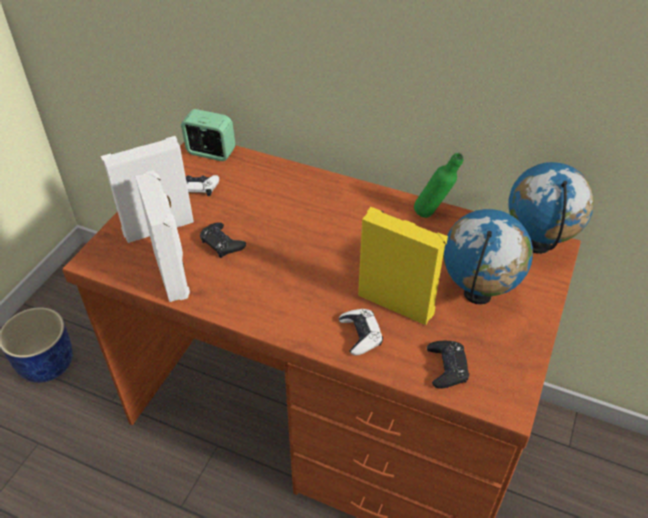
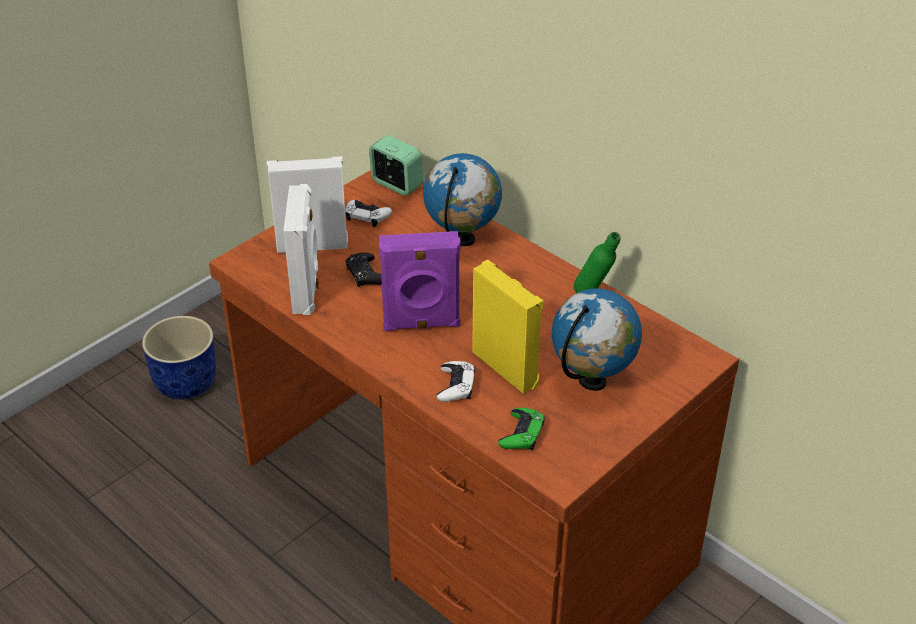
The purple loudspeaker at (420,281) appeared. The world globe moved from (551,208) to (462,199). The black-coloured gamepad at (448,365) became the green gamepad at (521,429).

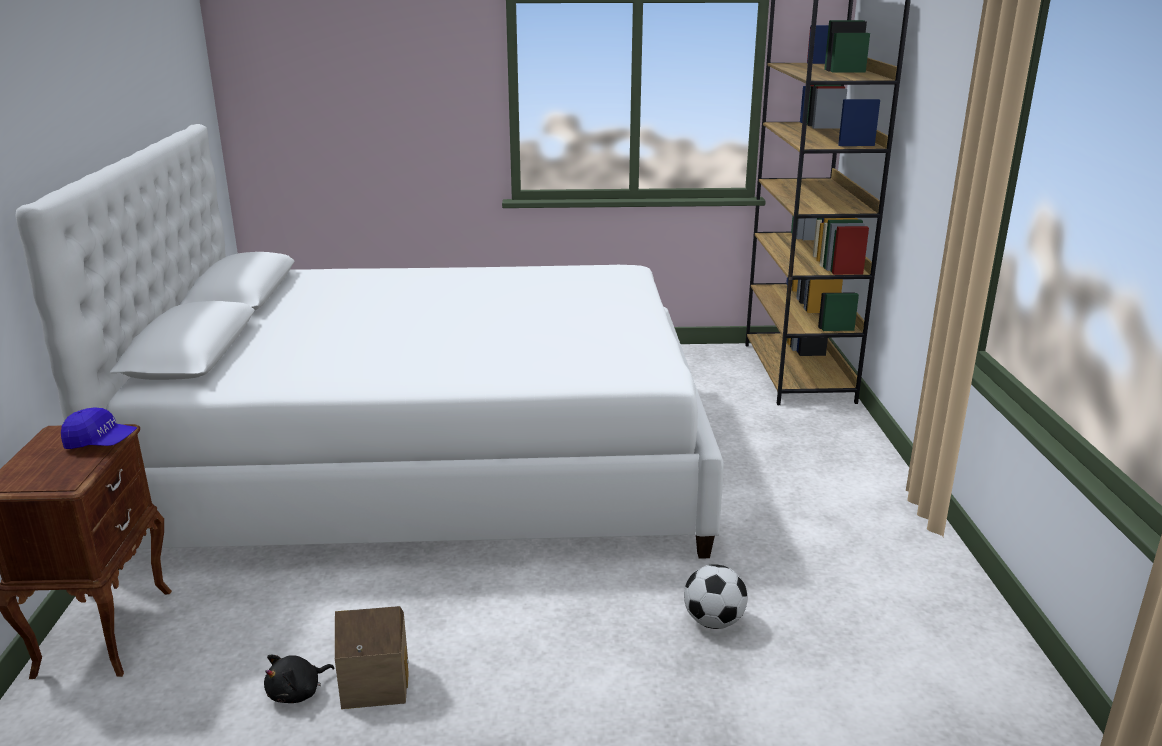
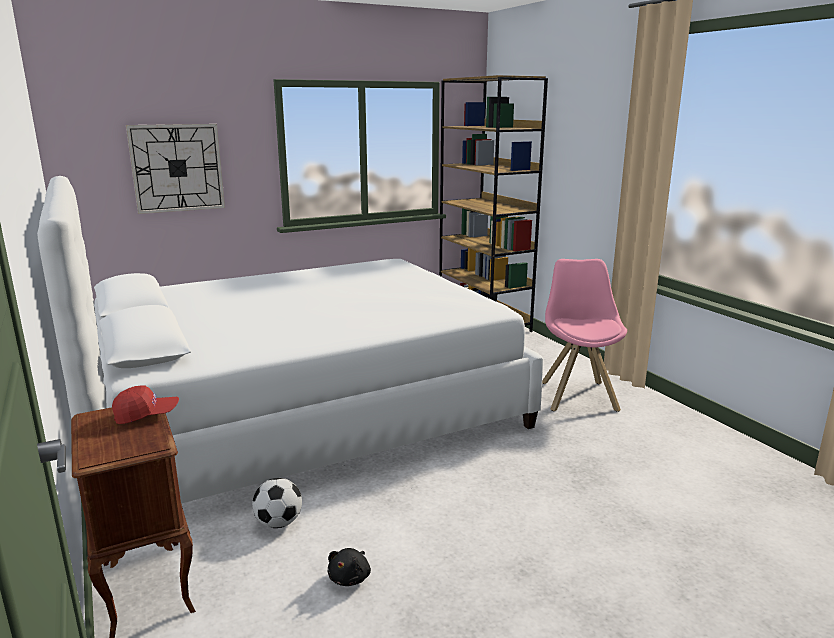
The bluish peaked cap at (99,428) became the reddish peaked cap at (145,404). The wall clock at (175,169) appeared. The football ball moved from (716,596) to (277,503). The pink upright chair at (584,335) appeared. The toy house at (372,657) disappeared.

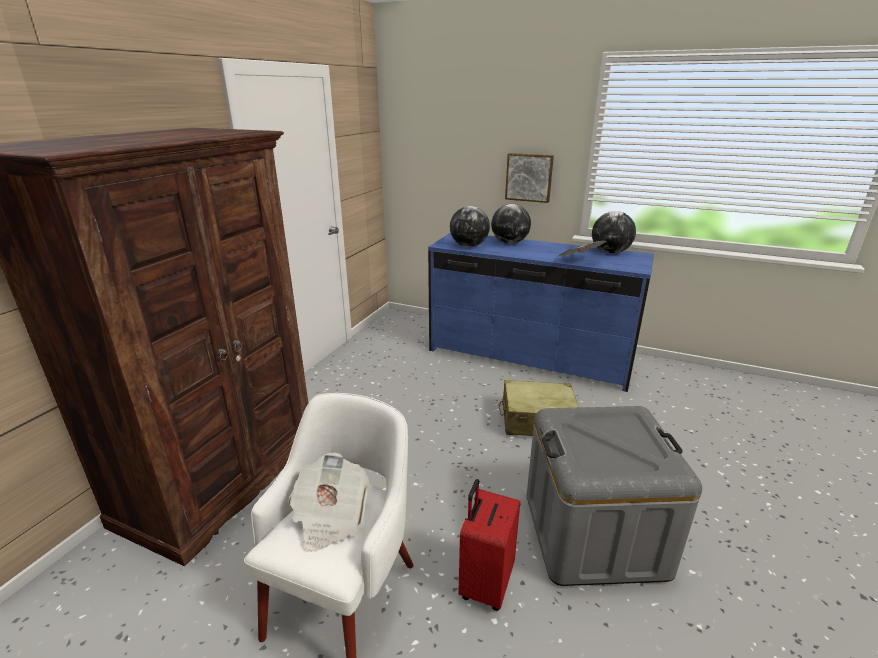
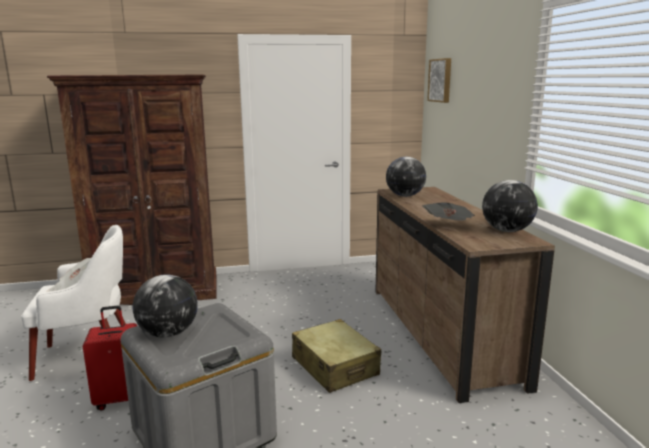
The world globe moved from (511,224) to (165,305). The bluish dresser at (541,312) became the brown-coloured dresser at (465,295). The picture moved from (529,178) to (439,80).

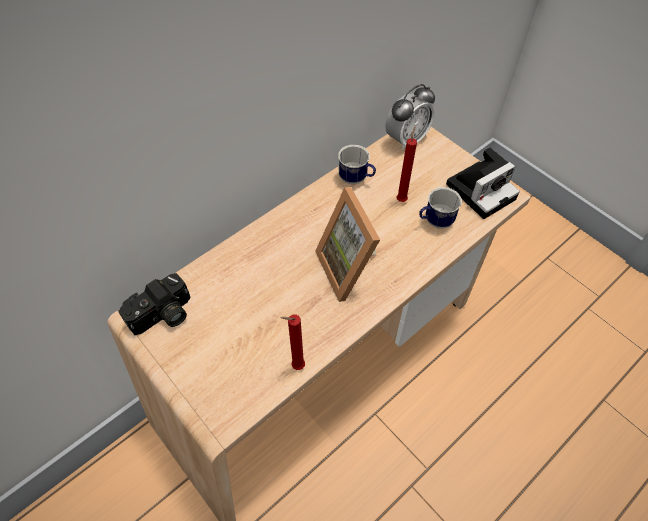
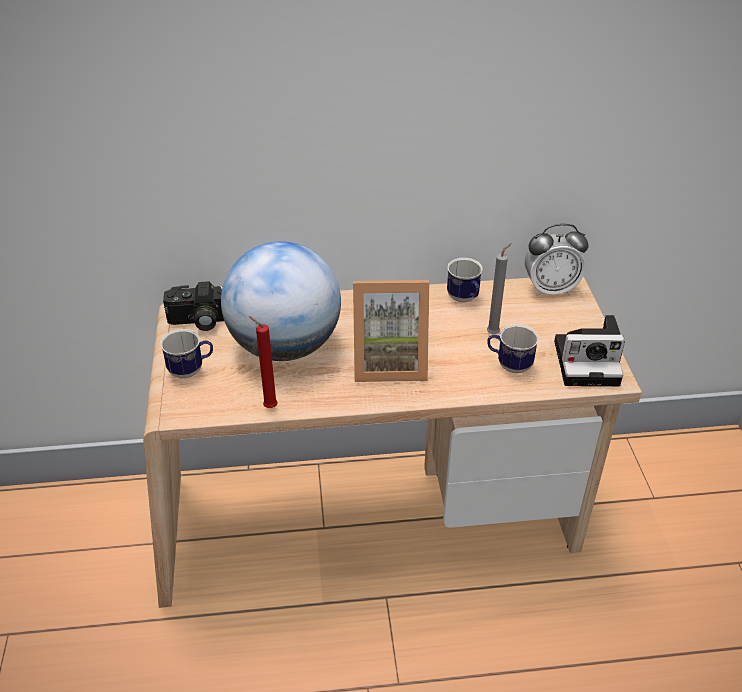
The tea mug at (186,353) appeared. The world globe at (281,301) appeared. The picture frame at (347,244) turned 105 degrees counterclockwise. The reddish candle at (407,164) became the grey candle at (499,288).

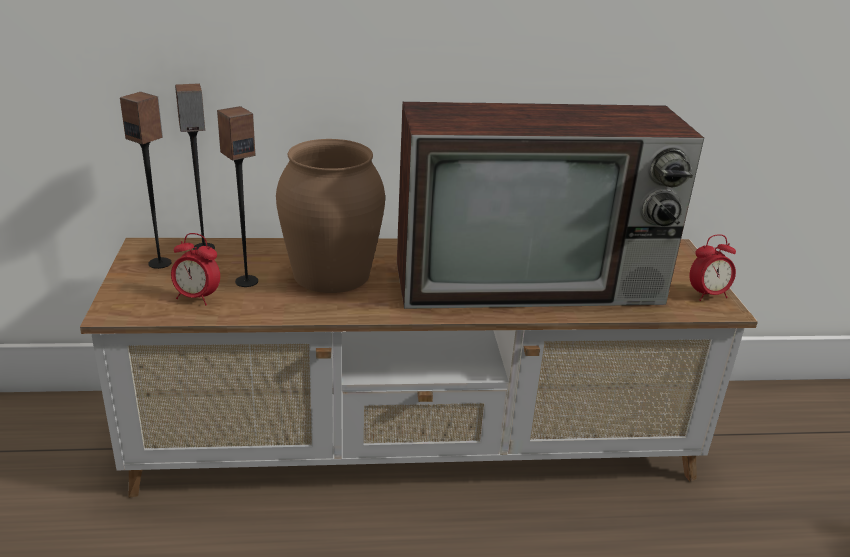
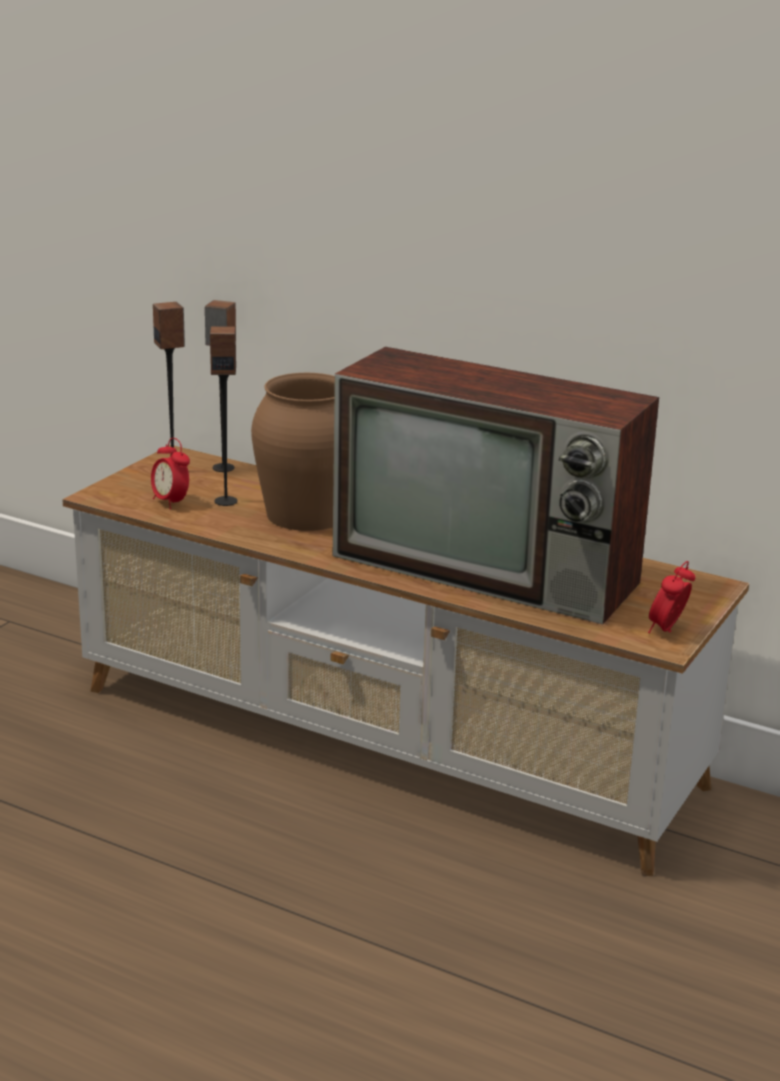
The bedside clock at (712,267) turned 105 degrees clockwise.

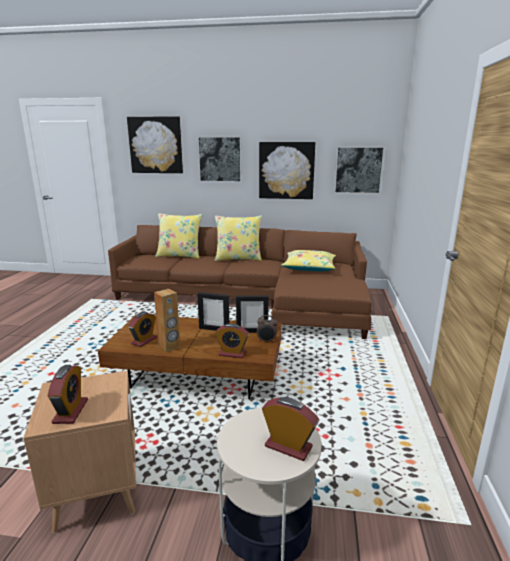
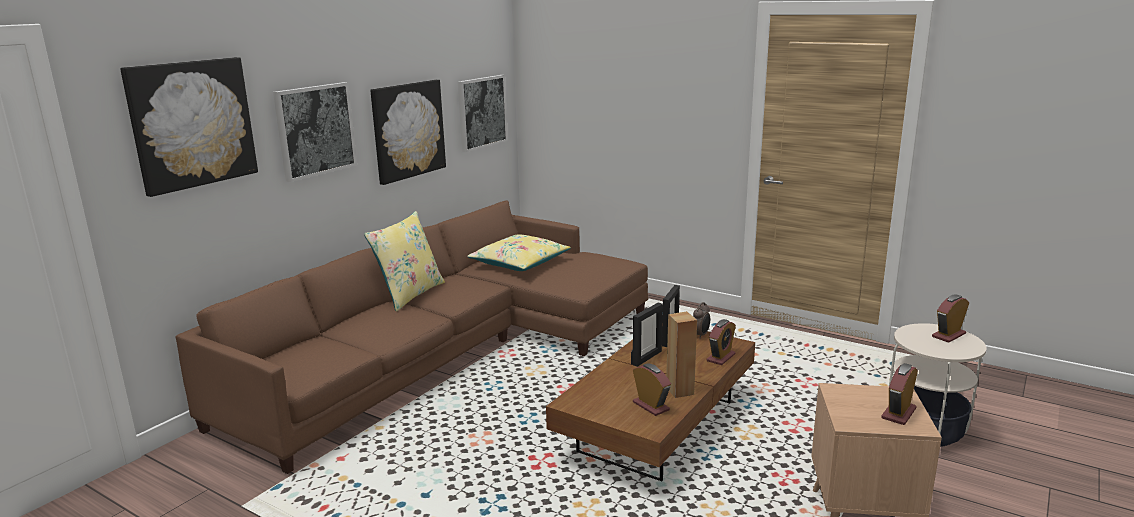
The bedside clock at (68,394) turned 75 degrees counterclockwise. The yellow cushion at (178,236) disappeared.

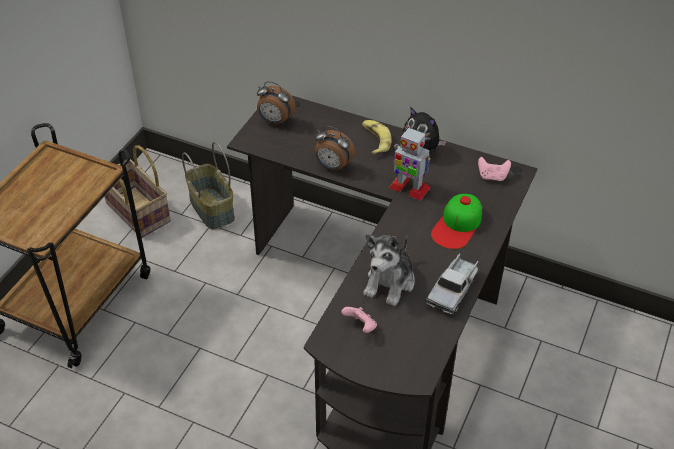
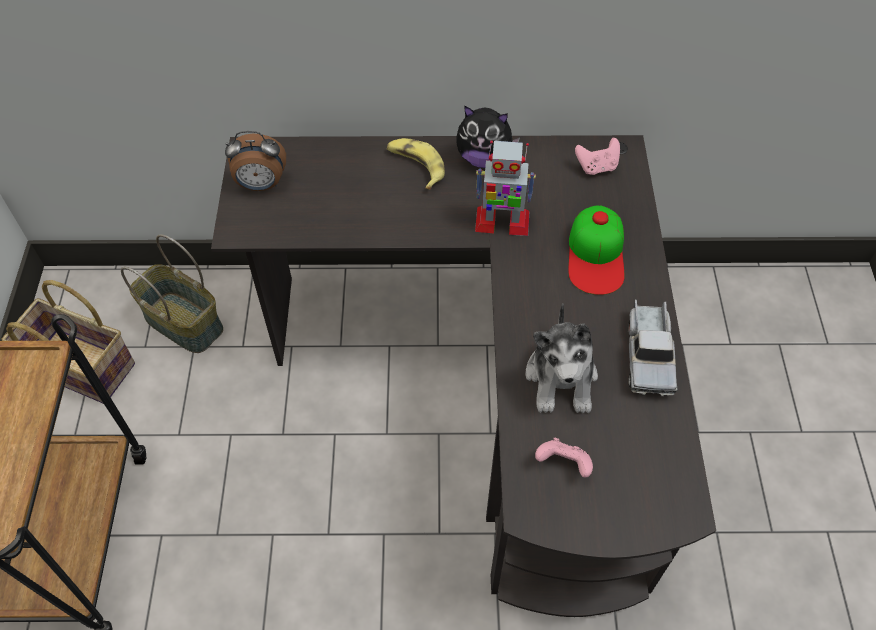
The bedside clock at (334,148) disappeared.

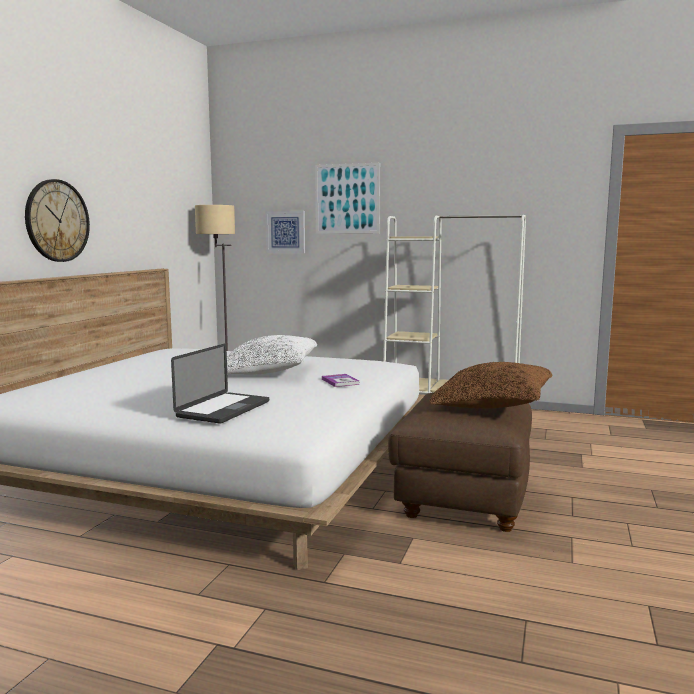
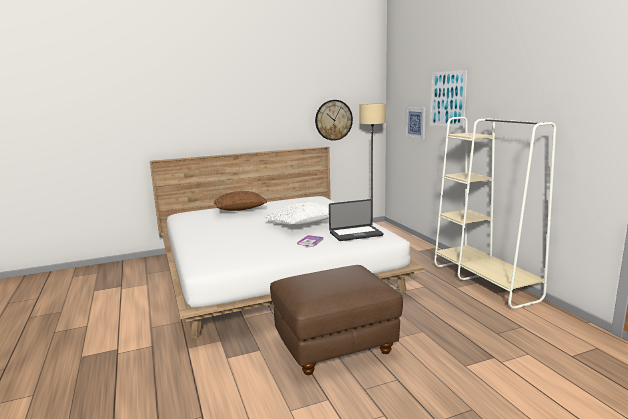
The brown-coloured cushion moved from (491,385) to (240,201). The wall clock moved from (57,220) to (334,120). The laptop moved from (220,384) to (356,220).

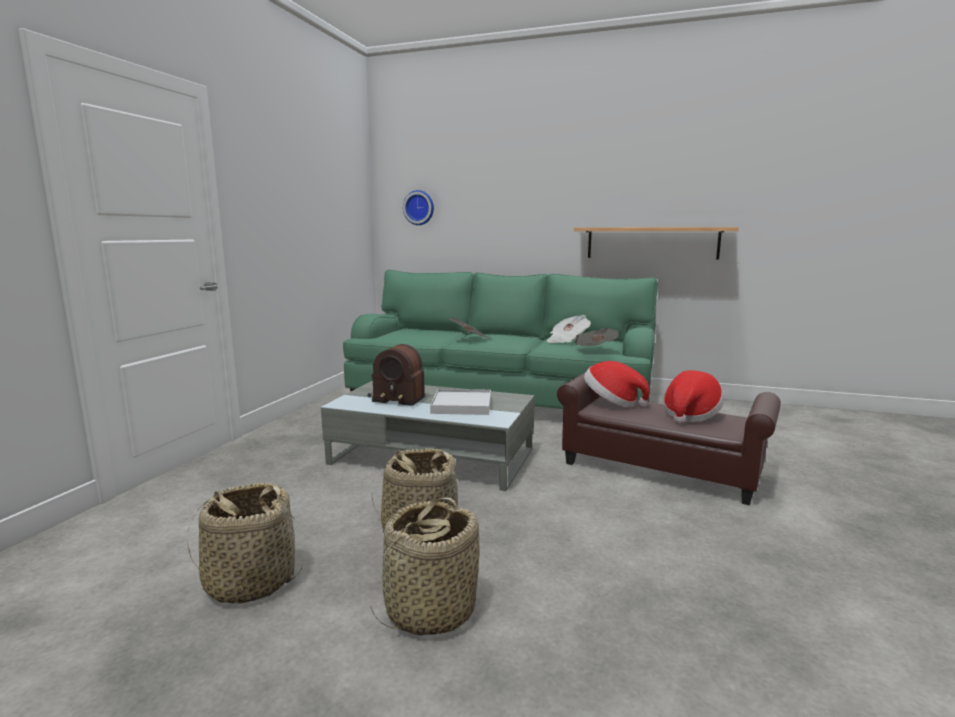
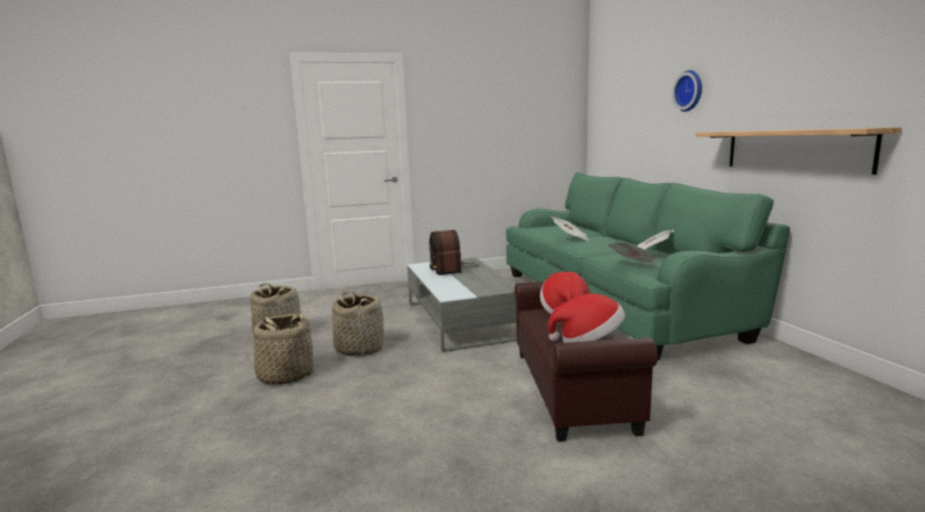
The wall clock moved from (418,207) to (687,91). The whitish tray at (460,402) disappeared.

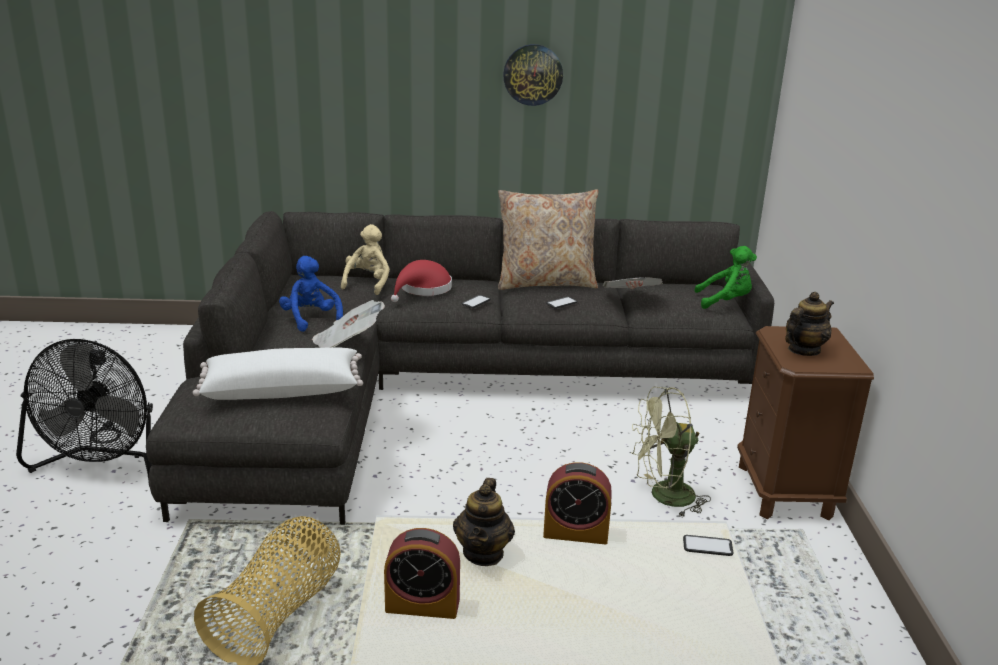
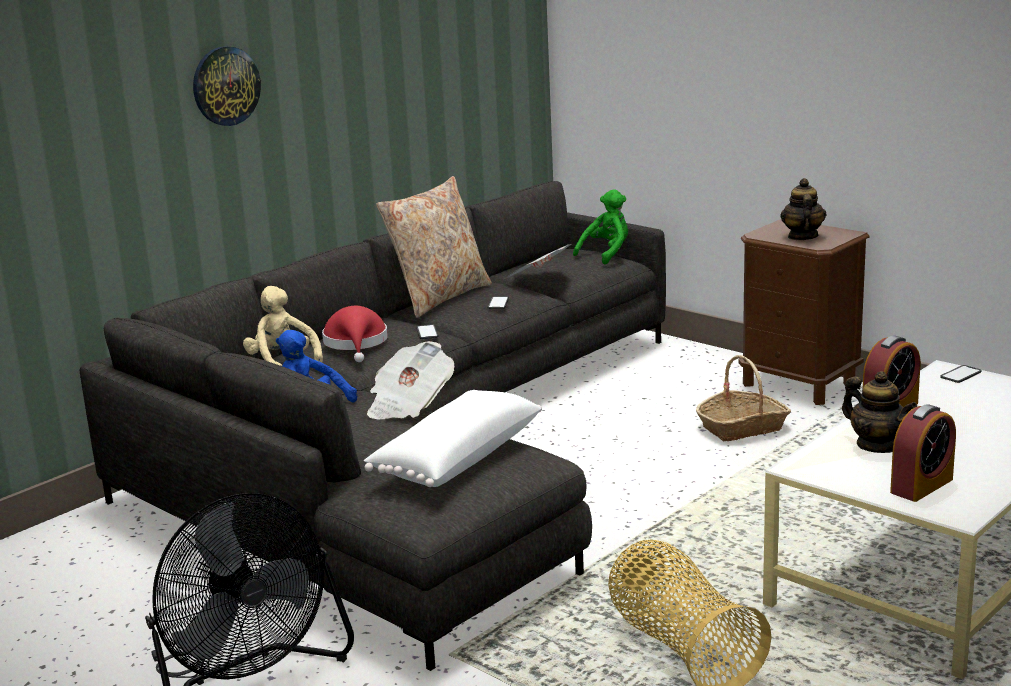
The wall clock moved from (533,75) to (227,86). The green cooling fan at (671,452) was replaced by the storage basket at (743,398).

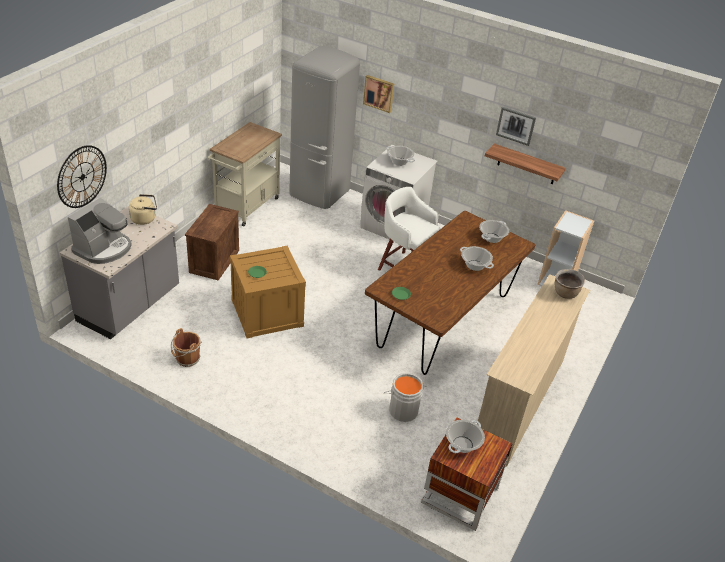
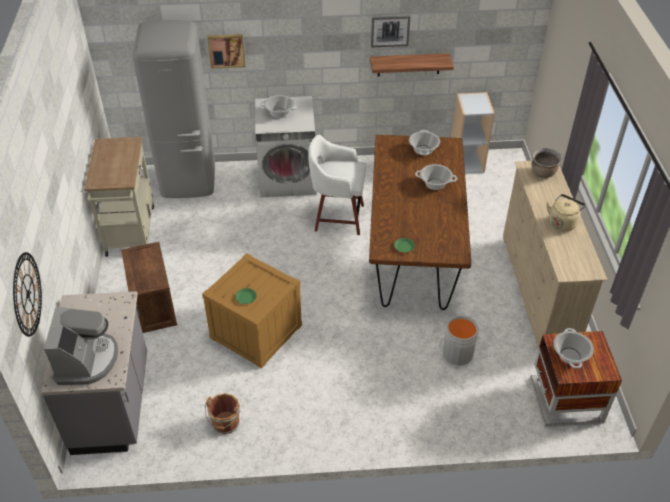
The sand-coloured water kettle moved from (143,209) to (566,212).

